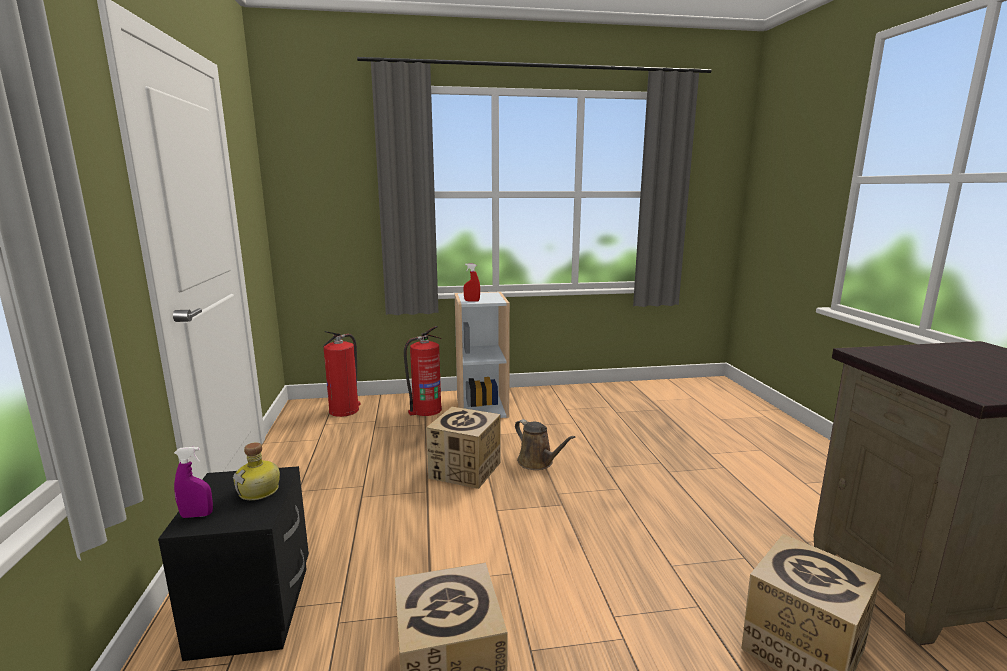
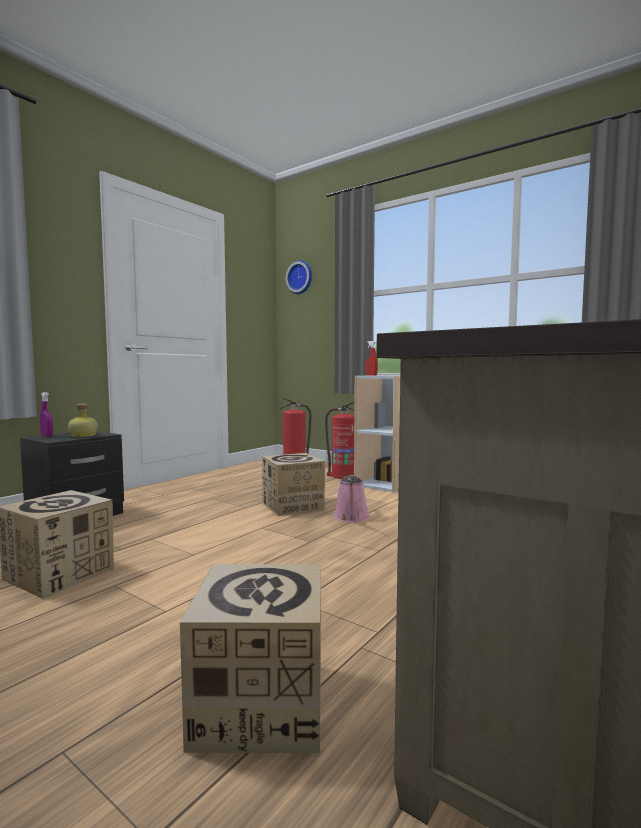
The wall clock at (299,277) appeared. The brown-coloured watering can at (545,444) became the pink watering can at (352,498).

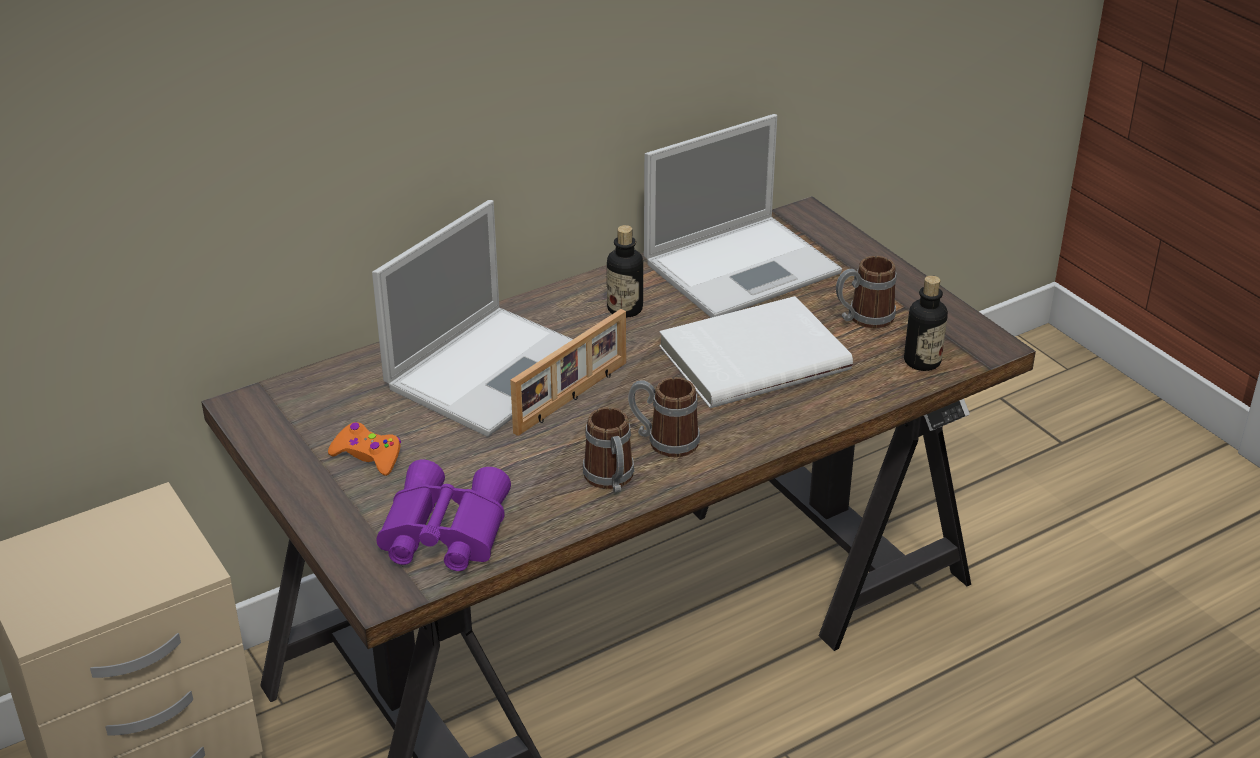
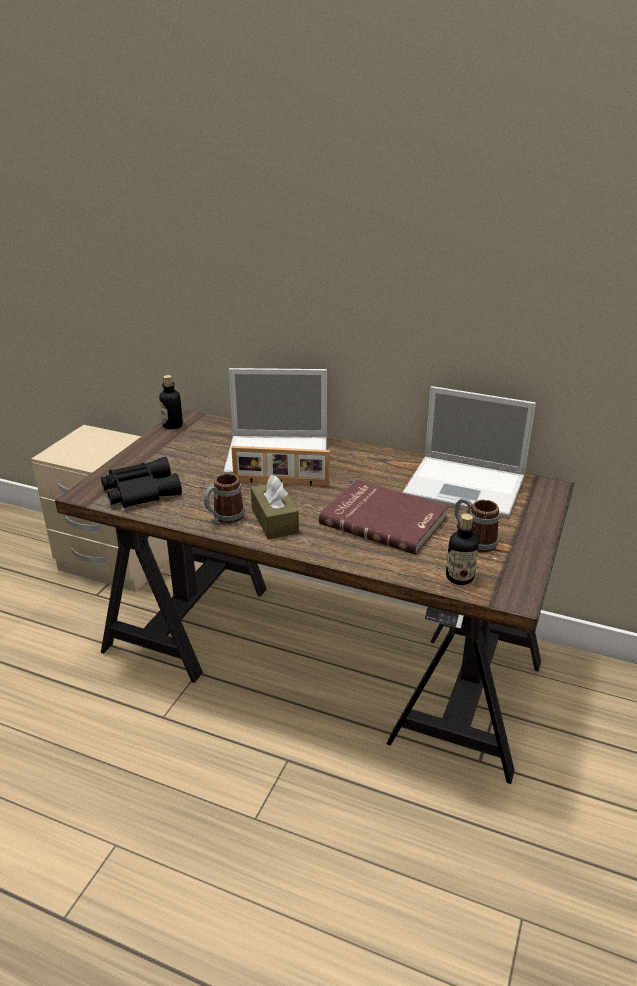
The purple pair of binoculars at (444,515) became the black-coloured pair of binoculars at (141,482). The beverage bottle moved from (625,271) to (171,402). The tea mug at (664,417) was replaced by the brown-coloured tissue box at (275,507). The whitish book at (756,352) became the reddish book at (384,517). The orange-coloured gamepad at (364,449) disappeared.

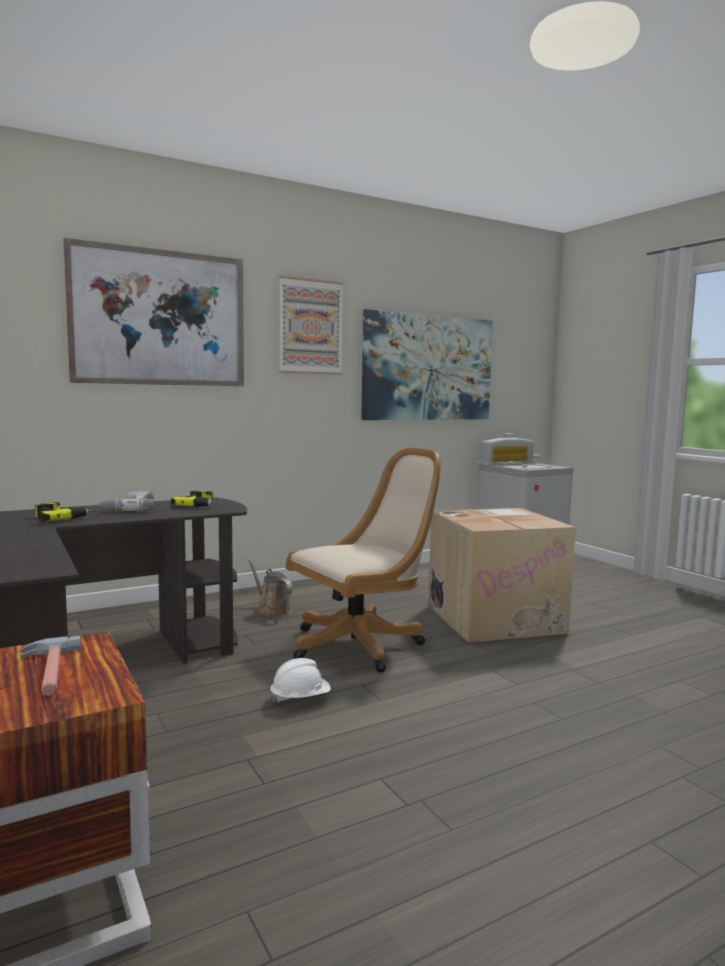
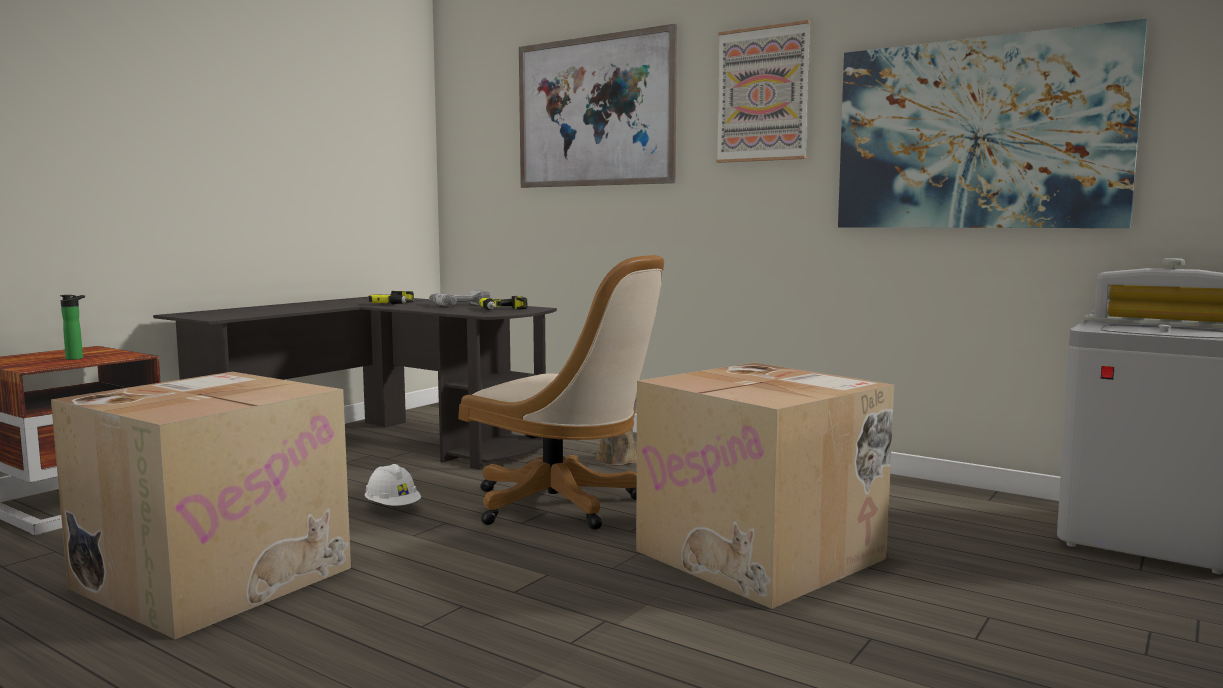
The packing box at (201,505) appeared. The hammer at (50,666) was replaced by the beverage bottle at (72,327).

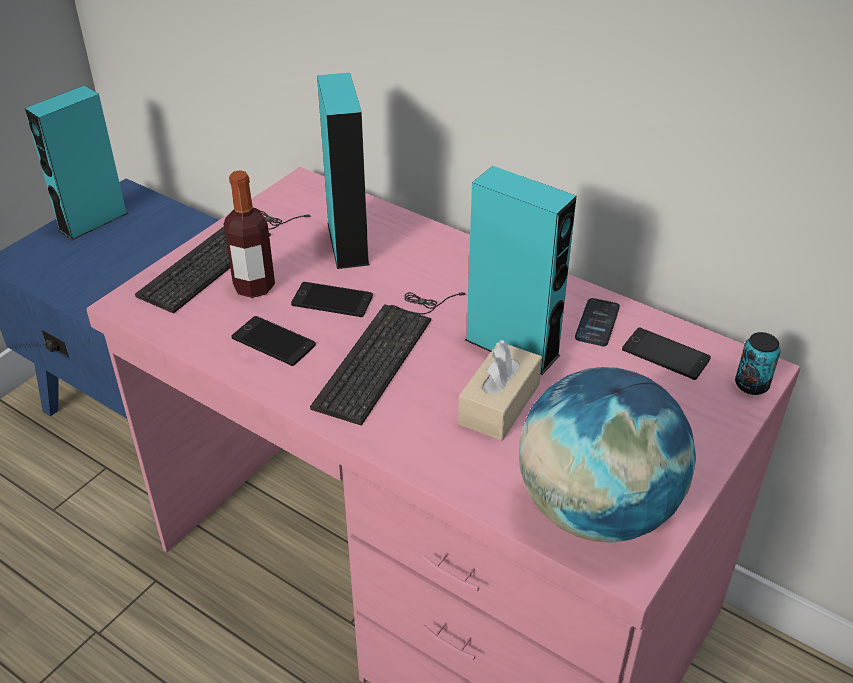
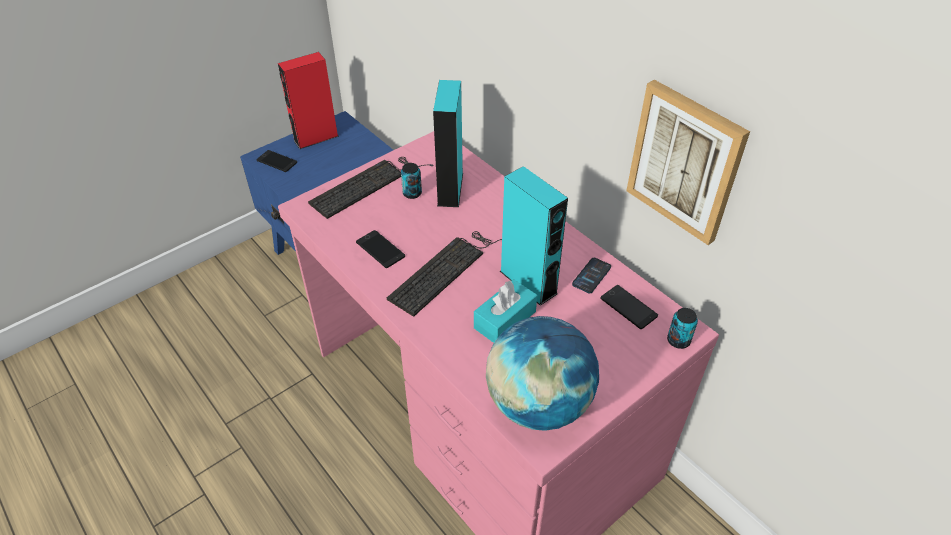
The telephone moved from (332,299) to (276,161). The turquoise loudspeaker at (76,162) became the reddish loudspeaker at (308,100). The sealed can at (411,181) appeared. The sand-coloured tissue box at (500,390) became the turquoise tissue box at (505,311). The picture at (688,162) appeared. The beverage bottle at (249,234) disappeared.

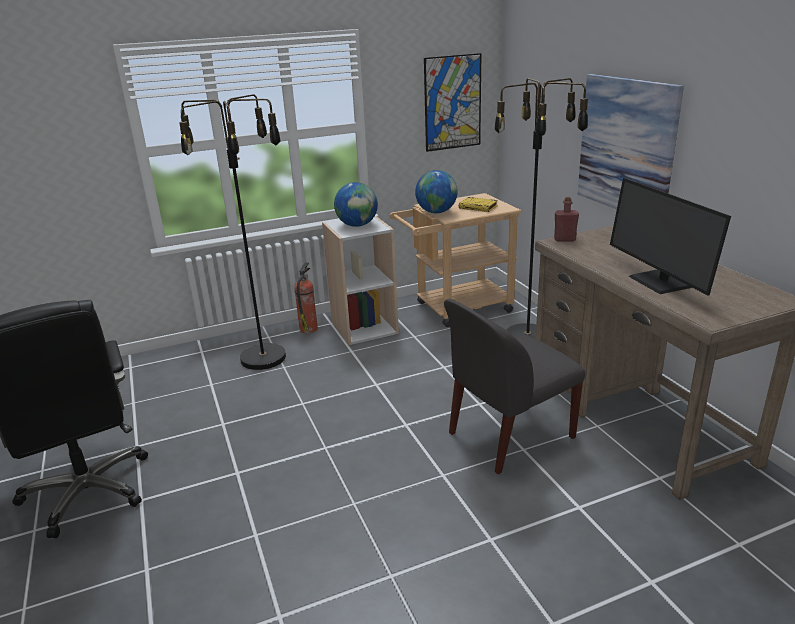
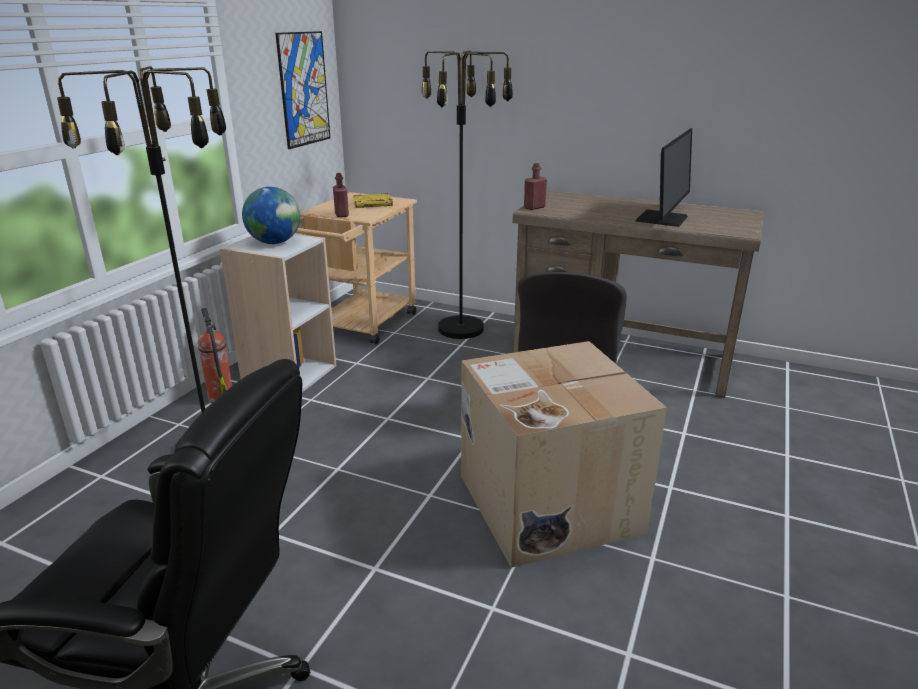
The world globe at (436,191) was replaced by the reddish beverage bottle at (341,195). The packing box at (564,454) appeared. The monitor at (670,237) turned 90 degrees counterclockwise. The picture at (631,141) disappeared.

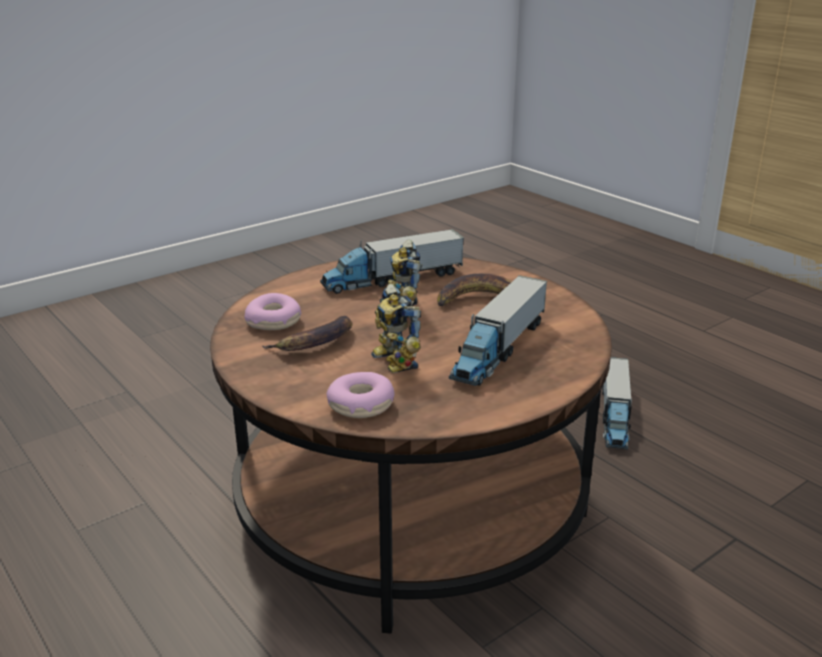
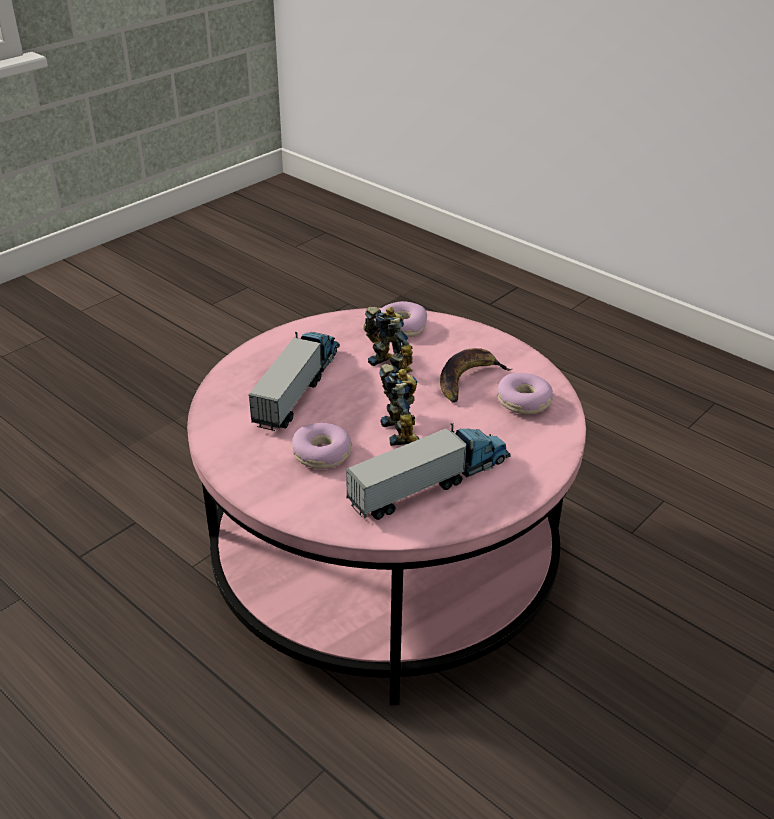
The brown-coloured coffee table at (411,445) became the pink coffee table at (386,506). The banana fruit at (474,290) was replaced by the doughnut at (322,446). The toy lorry at (617,403) disappeared.

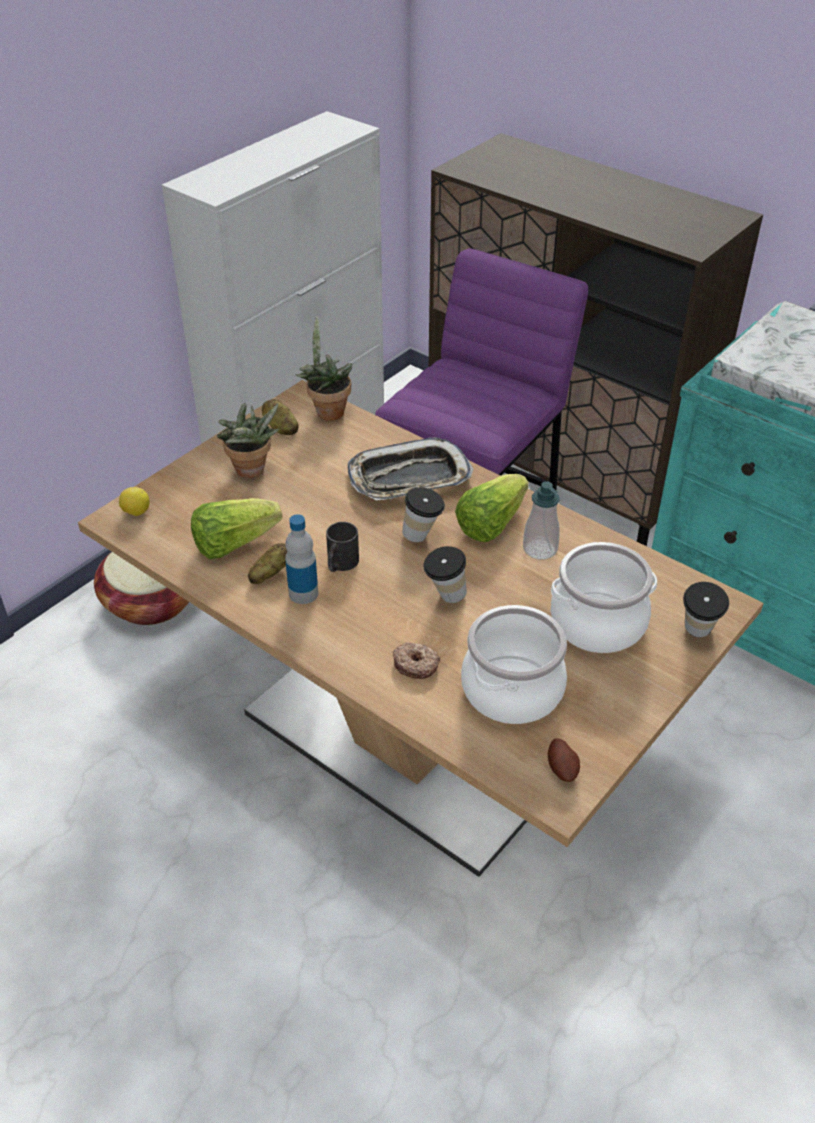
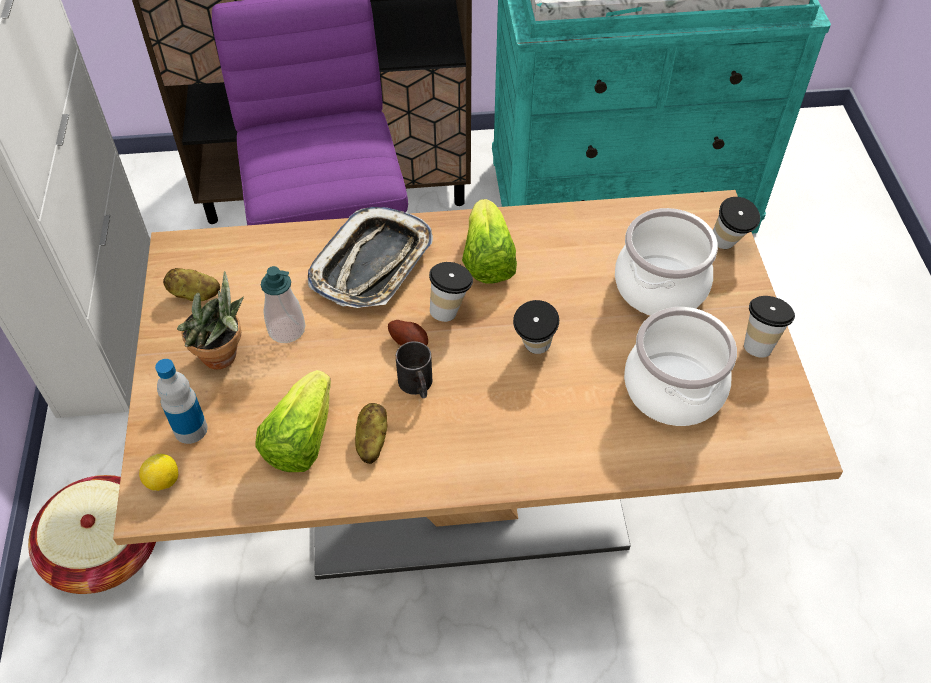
The beverage bottle moved from (301,559) to (181,401). The soap dispenser moved from (541,520) to (283,304). The whole potato moved from (564,760) to (408,333). The small cup at (769,327) appeared. The houseplant at (324,368) disappeared. The doughnut at (416,661) disappeared.

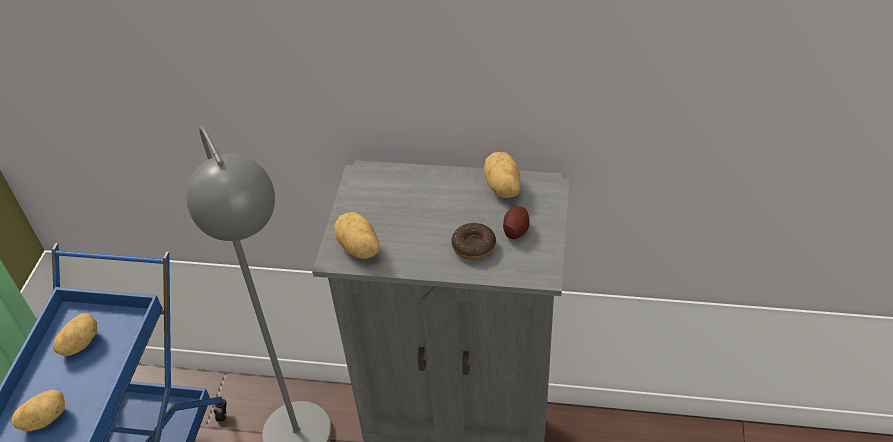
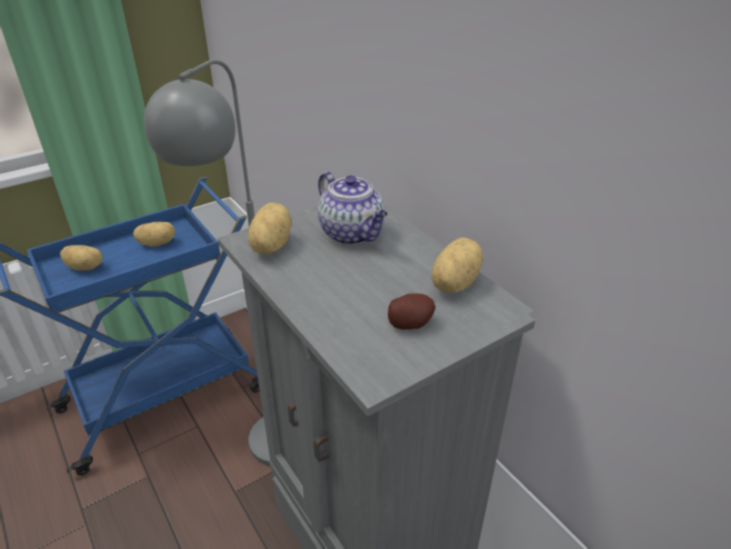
The teapot at (353,208) appeared. The doughnut at (474,241) disappeared.

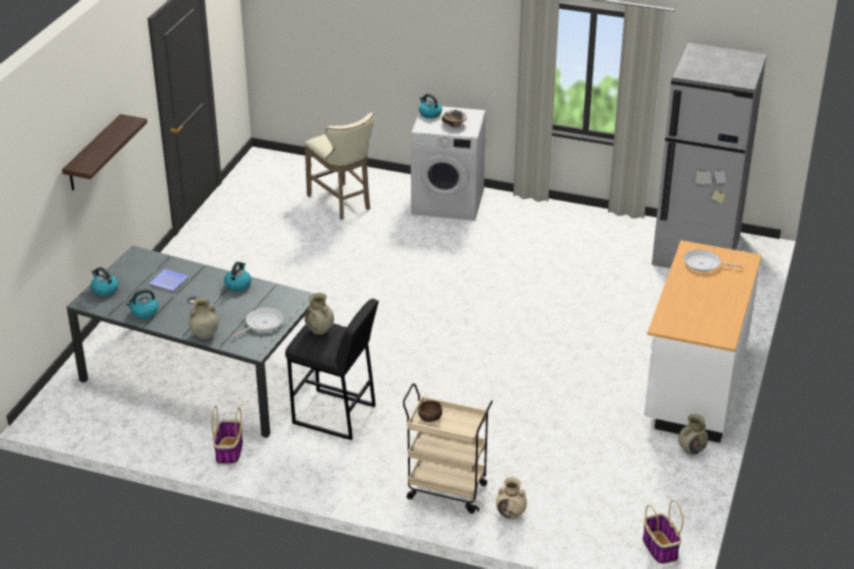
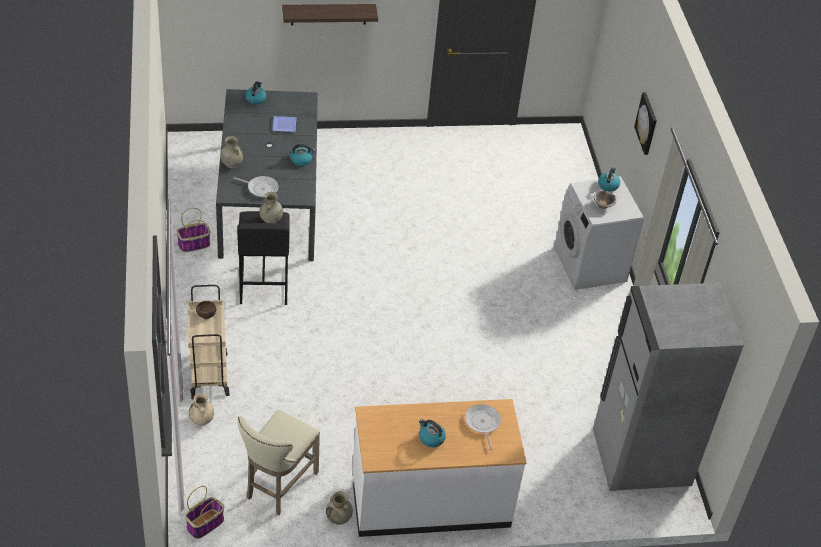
The sand-coloured stool moved from (339,166) to (279,462). The water kettle moved from (142,303) to (432,433). The picture at (645,124) appeared.

